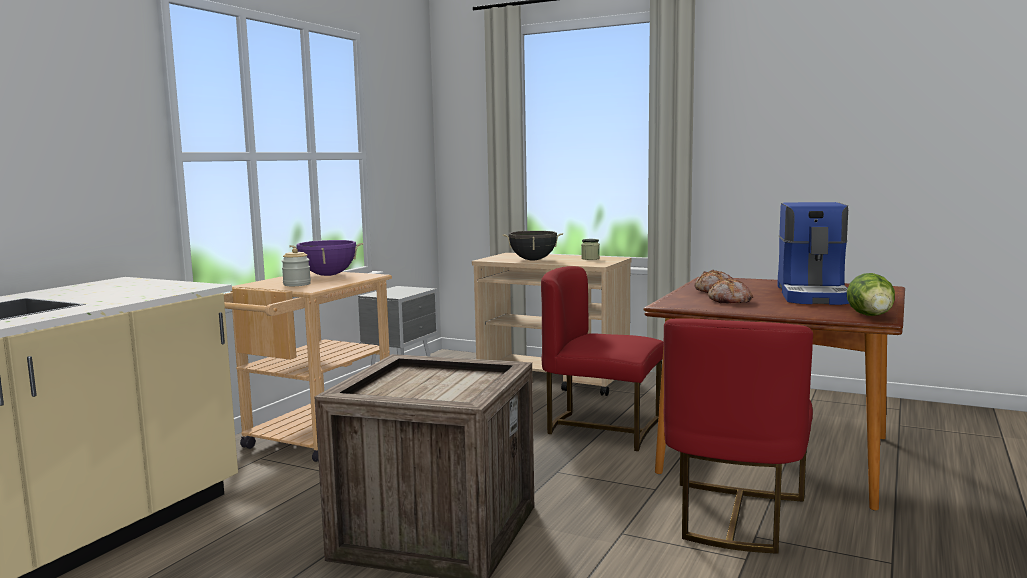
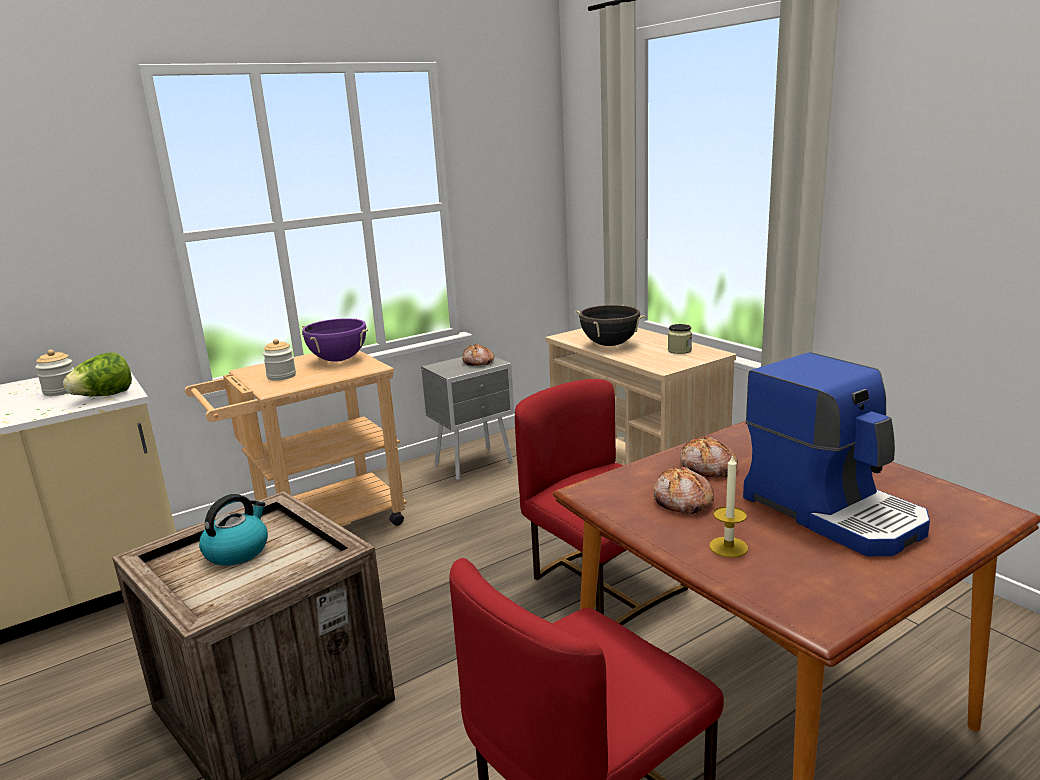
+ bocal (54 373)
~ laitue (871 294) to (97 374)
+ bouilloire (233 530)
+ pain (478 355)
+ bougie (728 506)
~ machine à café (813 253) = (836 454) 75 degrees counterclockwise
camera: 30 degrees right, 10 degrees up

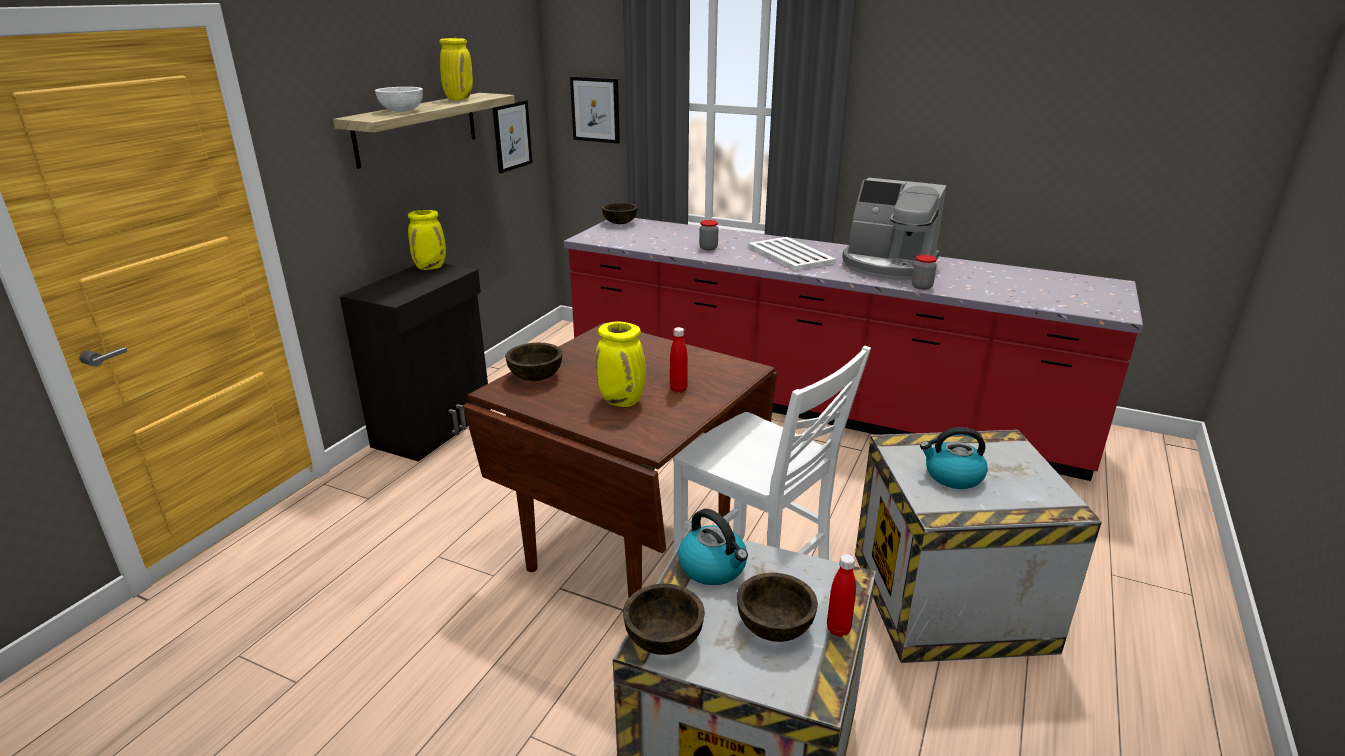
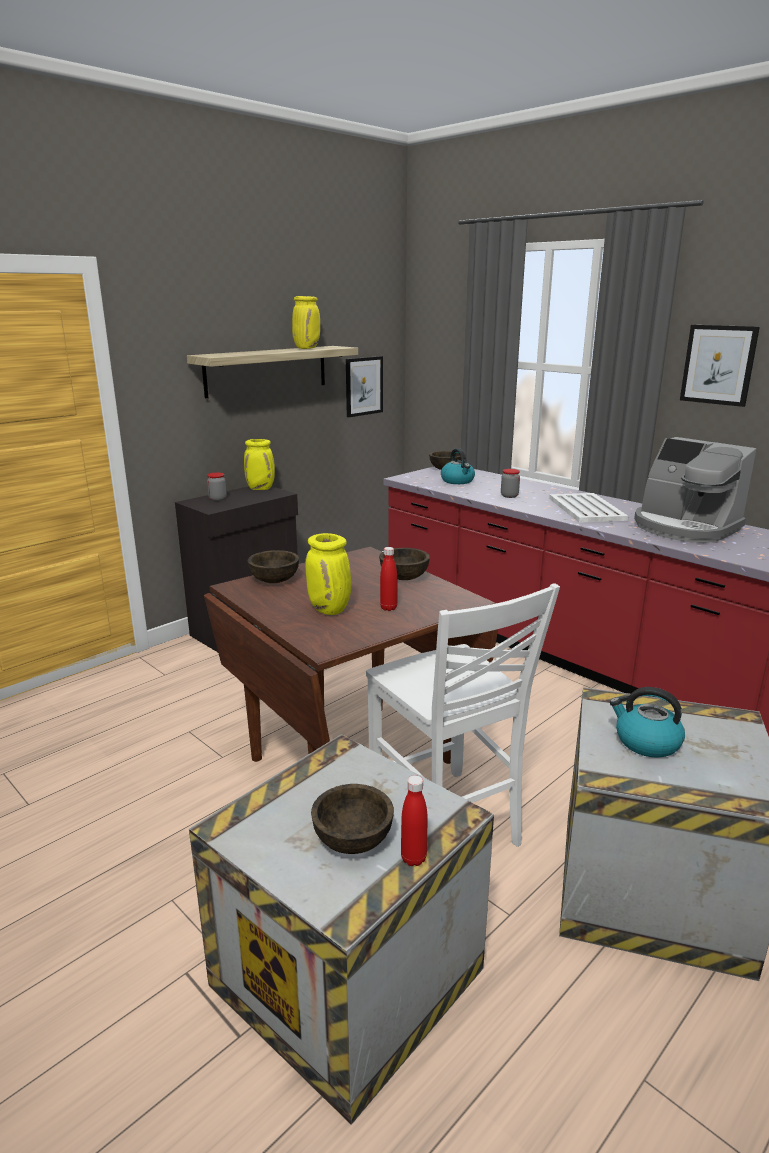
~ bocal (924 272) to (217 487)
~ bol/marron (664 619) to (404 564)
~ bouilloire (713 547) to (458 466)
~ tableau (595 110) to (720 366)
- bol/blanc (399 99)
camera: 20 degrees right, 5 degrees down

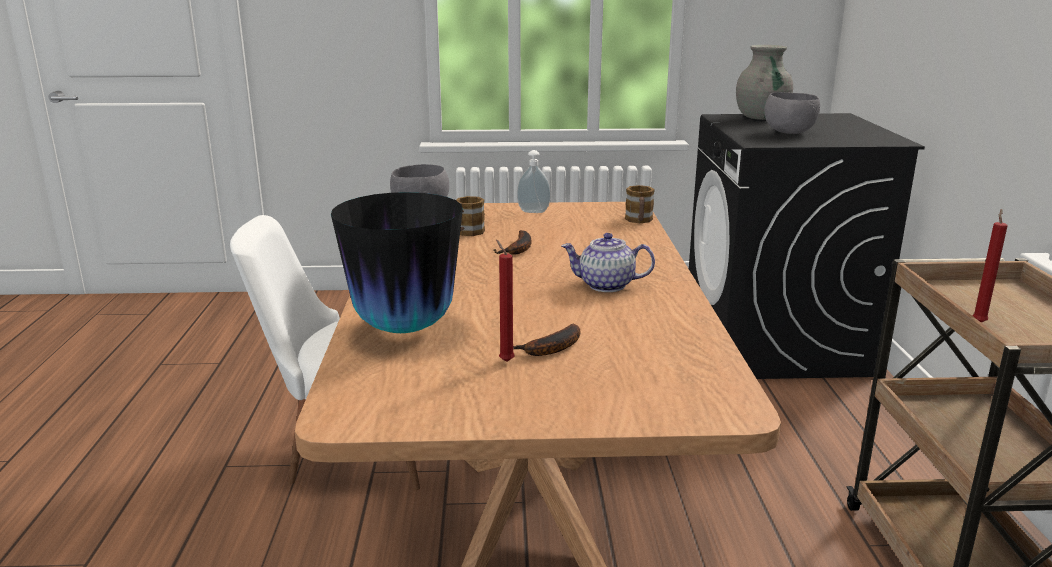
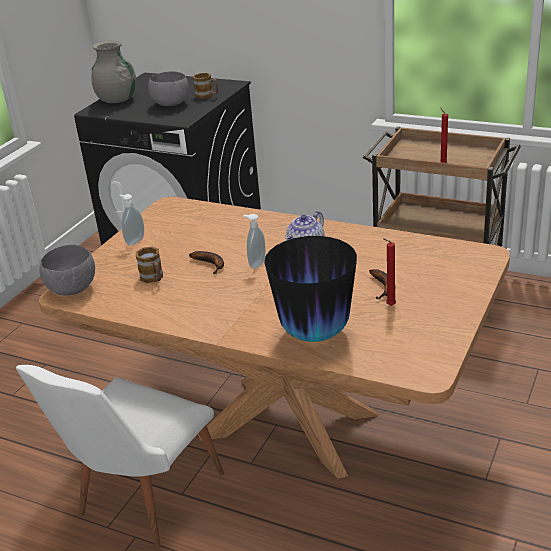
~ mug (640 204) to (205 86)
+ distributeur de savon (254 241)
camera: 60 degrees left, 10 degrees up

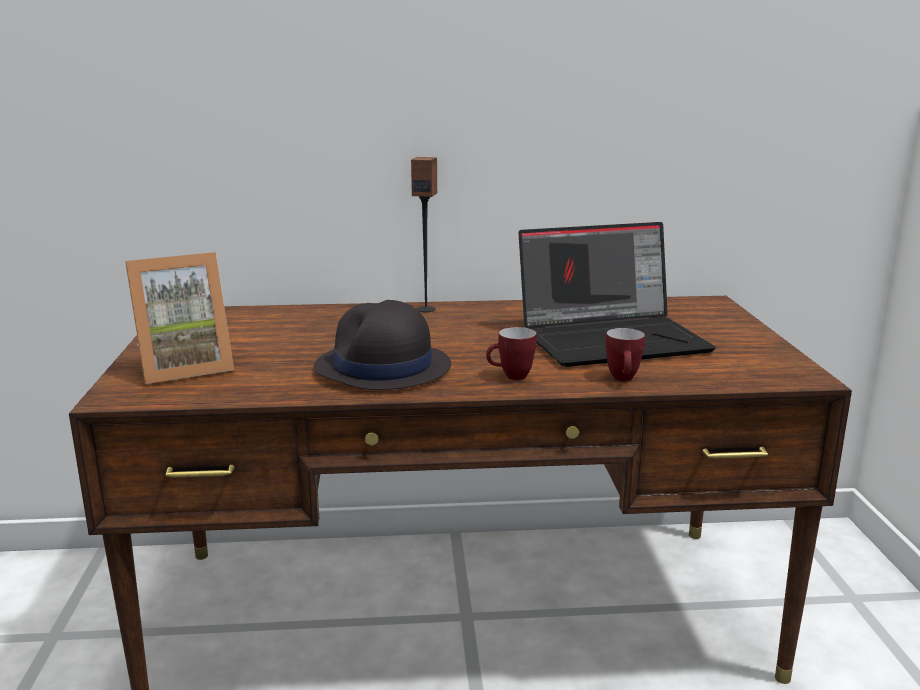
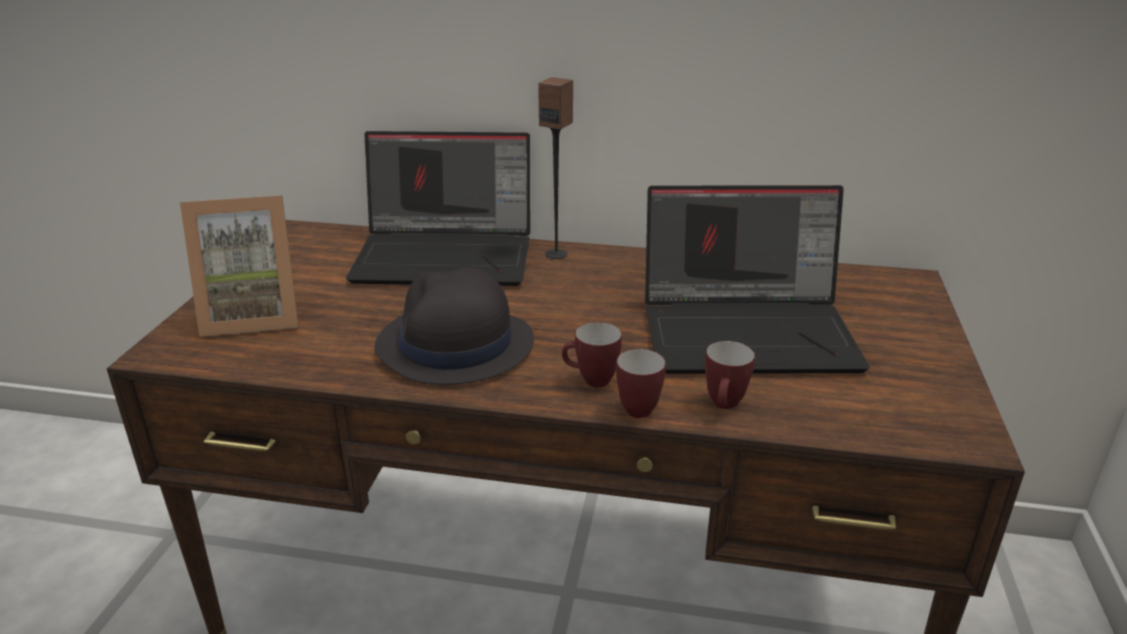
+ ordinateur portable (438 208)
+ mug (641 383)
camera: 15 degrees right, 10 degrees up

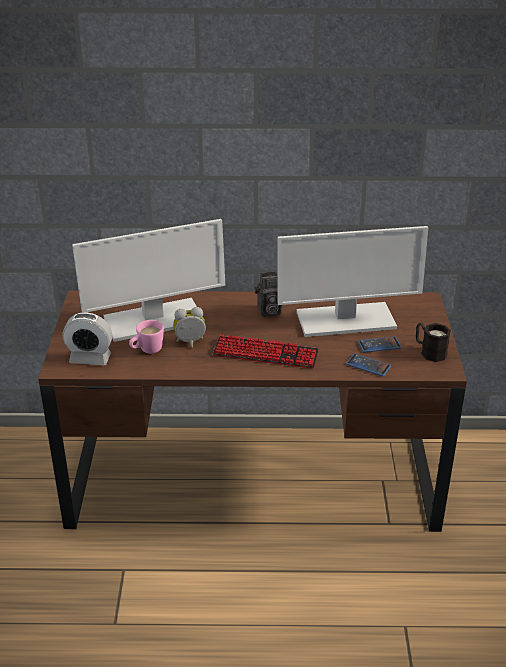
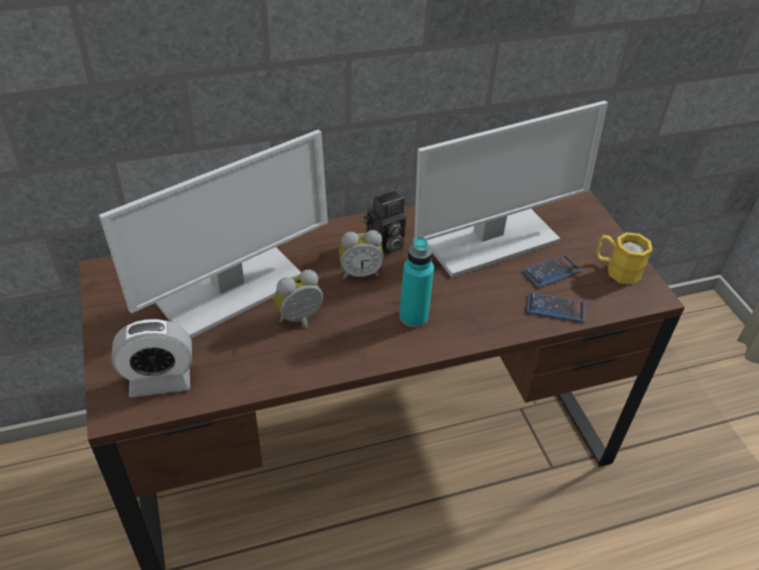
+ réveil (361 255)
~ clavier (266 351) to bouteille/turquoise (416 281)
~ mug/noir (433 342) to mug/jaune (624 258)
- mug/rose (146 337)
camera: 20 degrees left, 10 degrees up

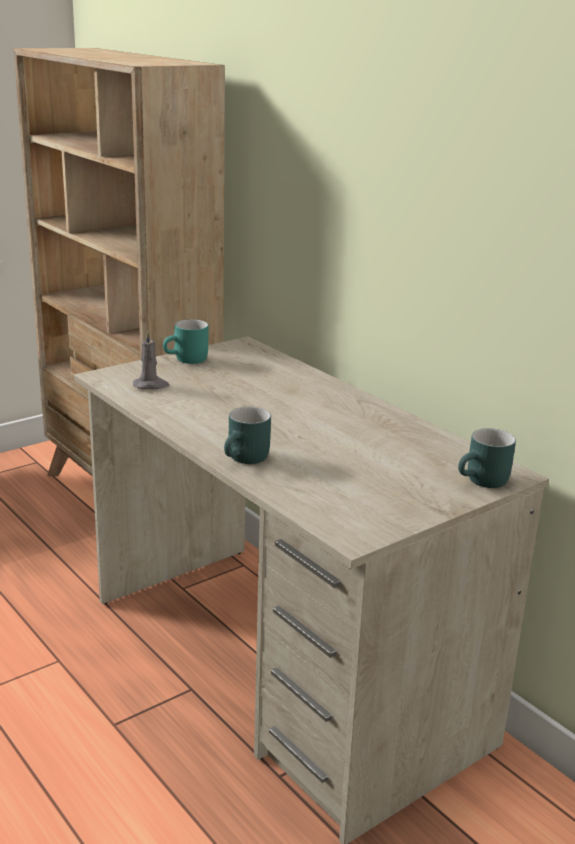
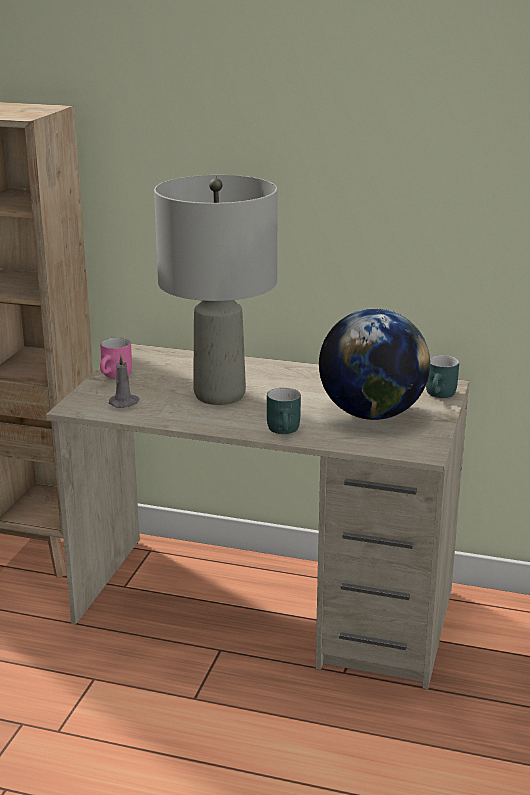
~ mug/turquoise (185 341) to mug/rose (116 357)
+ lampe de table/gris (216 290)
+ globe (374 364)
camera: 35 degrees left, 0 degrees up

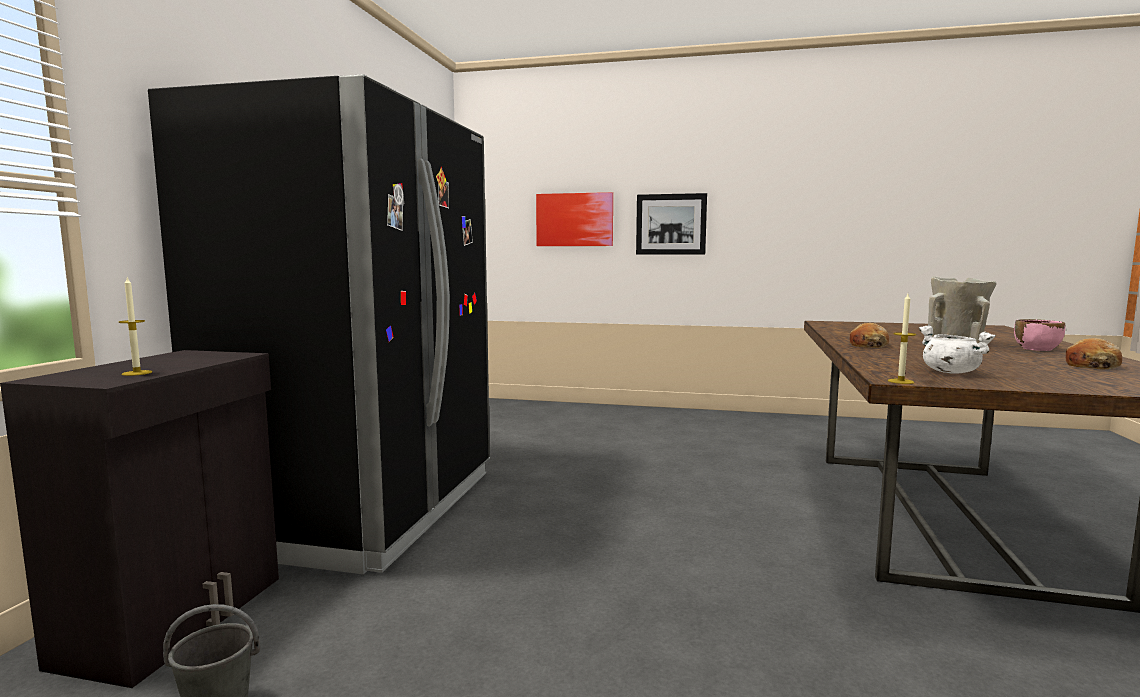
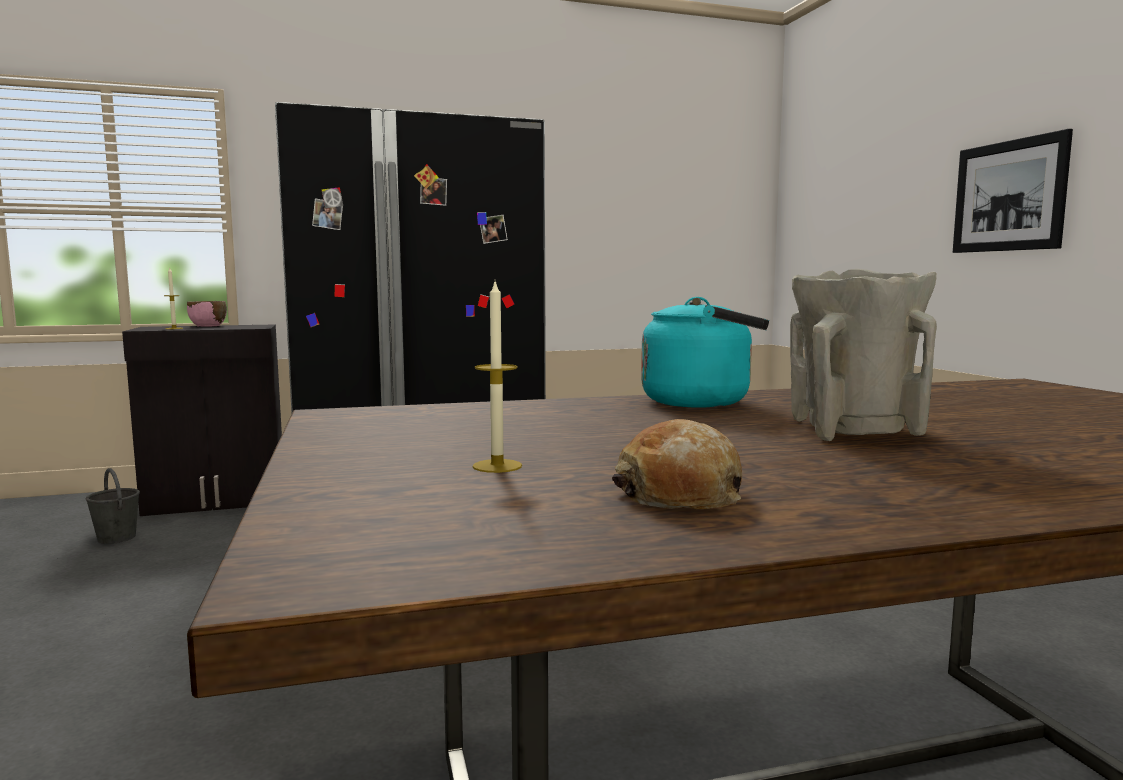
~ bol/rose (1039 335) to (207 314)
~ bougie (902 339) to (497 377)
~ pain (869 335) to bouilloire/turquoise (705 352)
- tableau (574 219)
- marmite/blanc (957 350)
camera: 60 degrees right, 0 degrees up

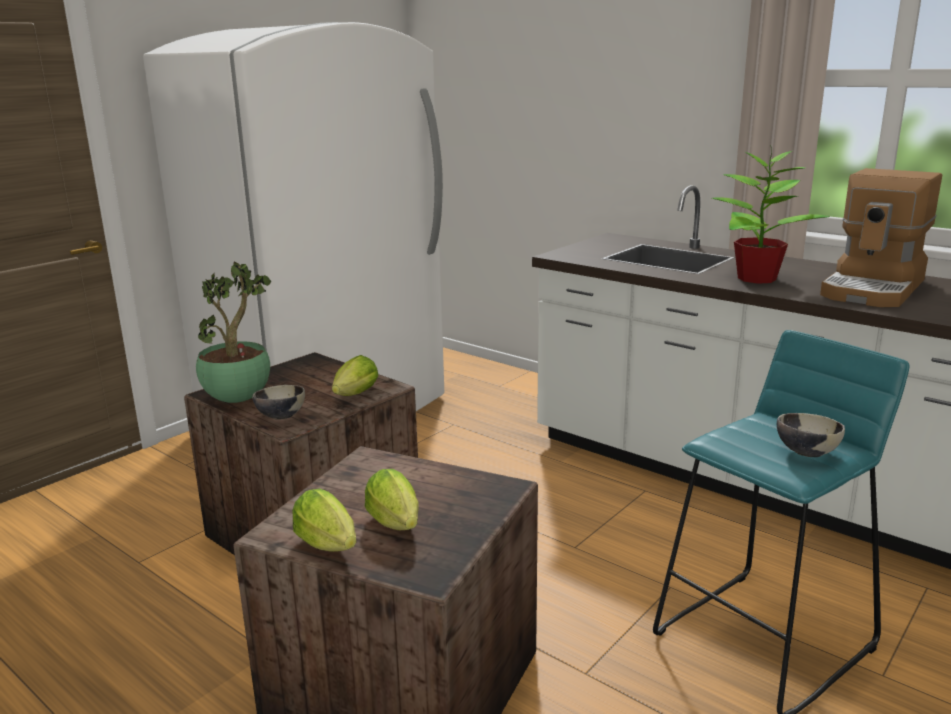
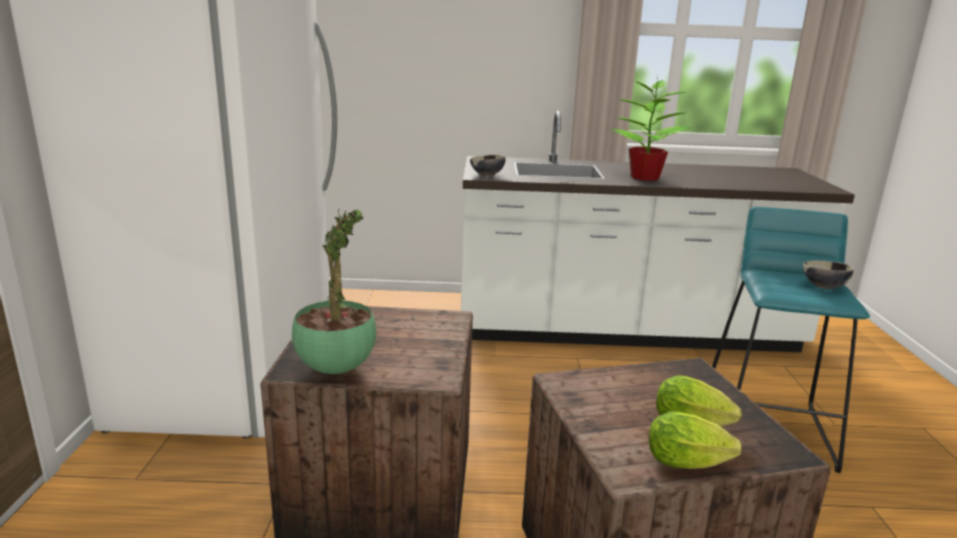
~ bol (278 402) to (488 165)
- laitue (355 375)
- machine à café (881 237)
camera: 40 degrees left, 0 degrees up

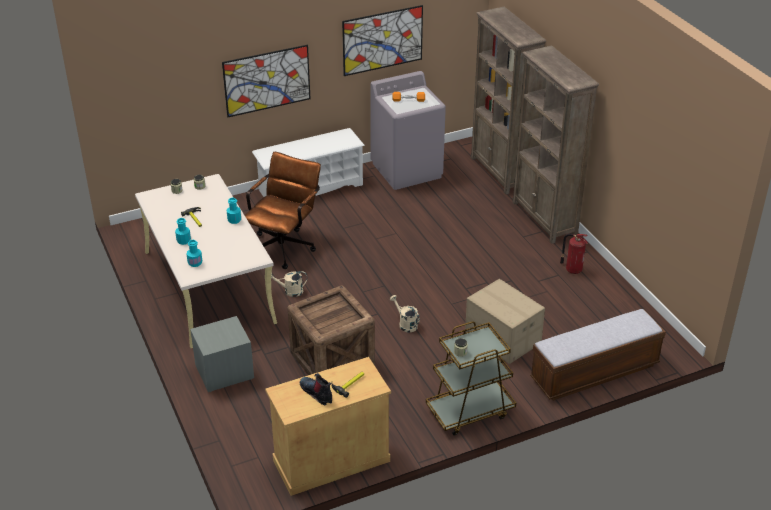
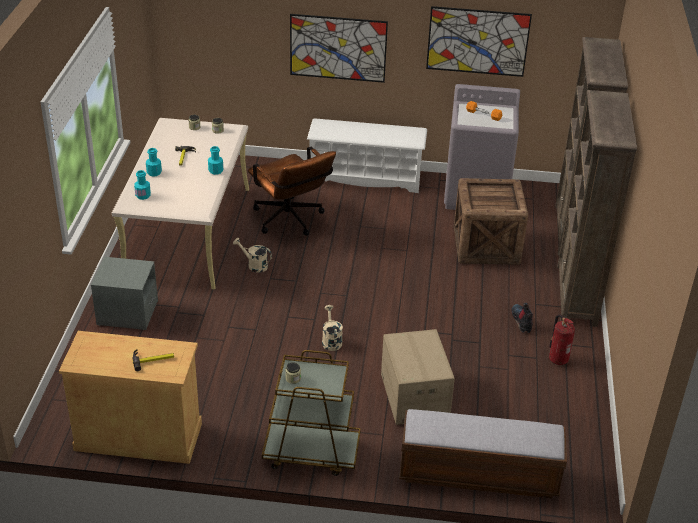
~ chaise de bureau/marron (283 210) = (292 191) 90 degrees clockwise
~ caisse (331 330) to (491 221)
~ botte (316 389) to (522 318)
camera: 30 degrees right, 0 degrees up

